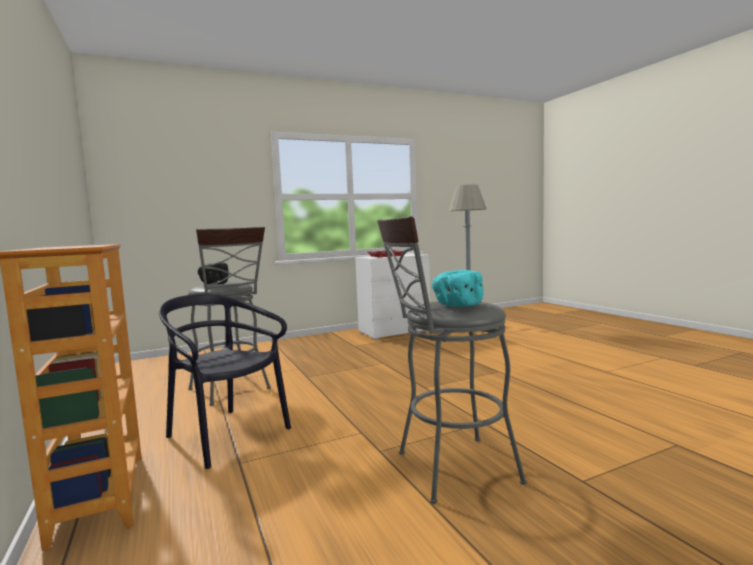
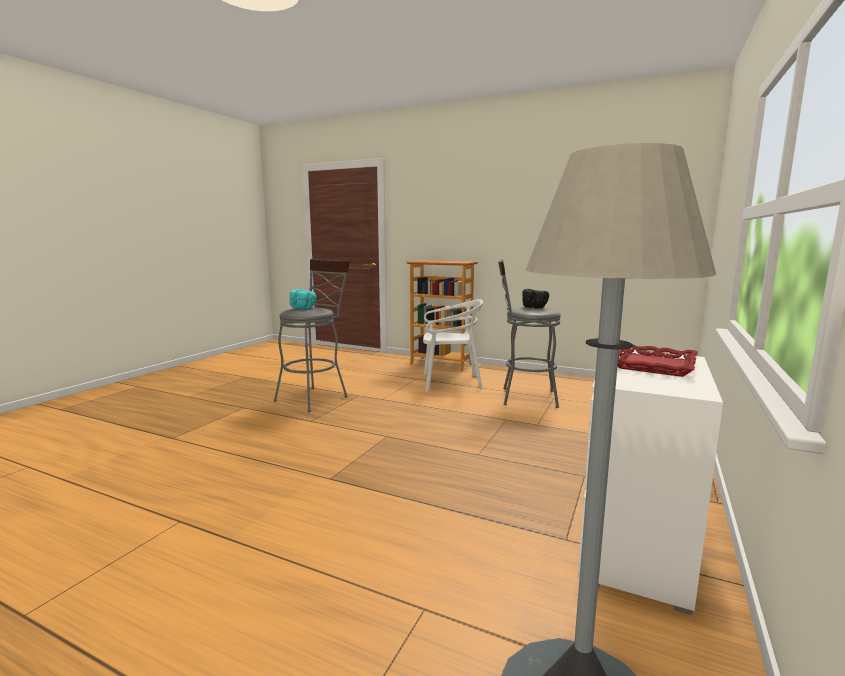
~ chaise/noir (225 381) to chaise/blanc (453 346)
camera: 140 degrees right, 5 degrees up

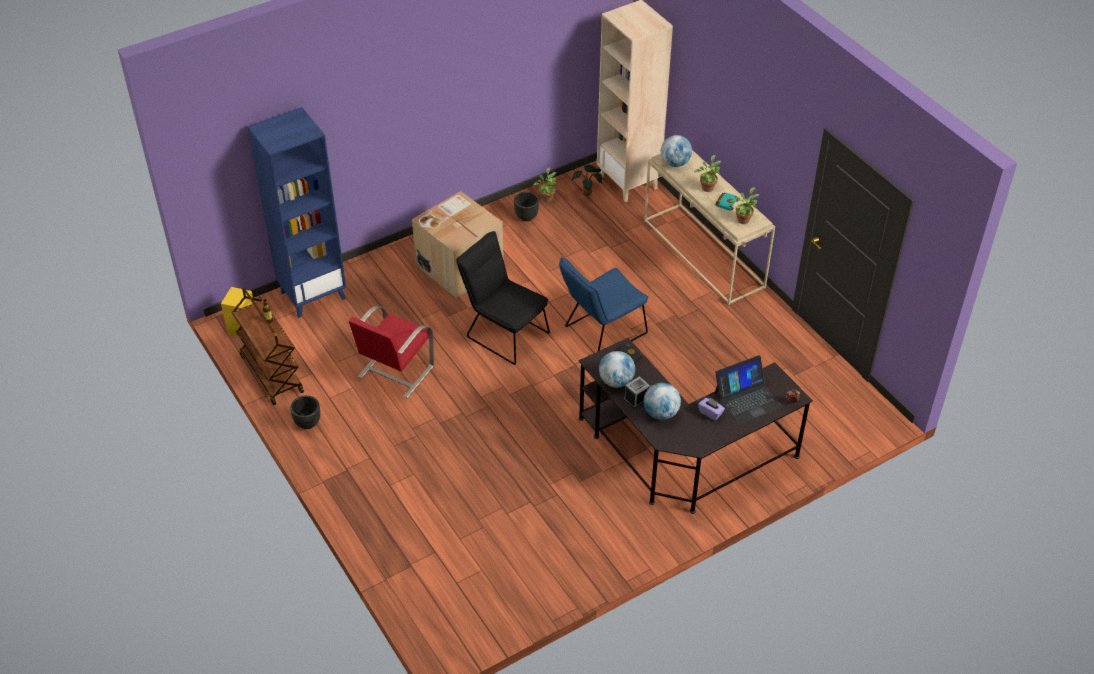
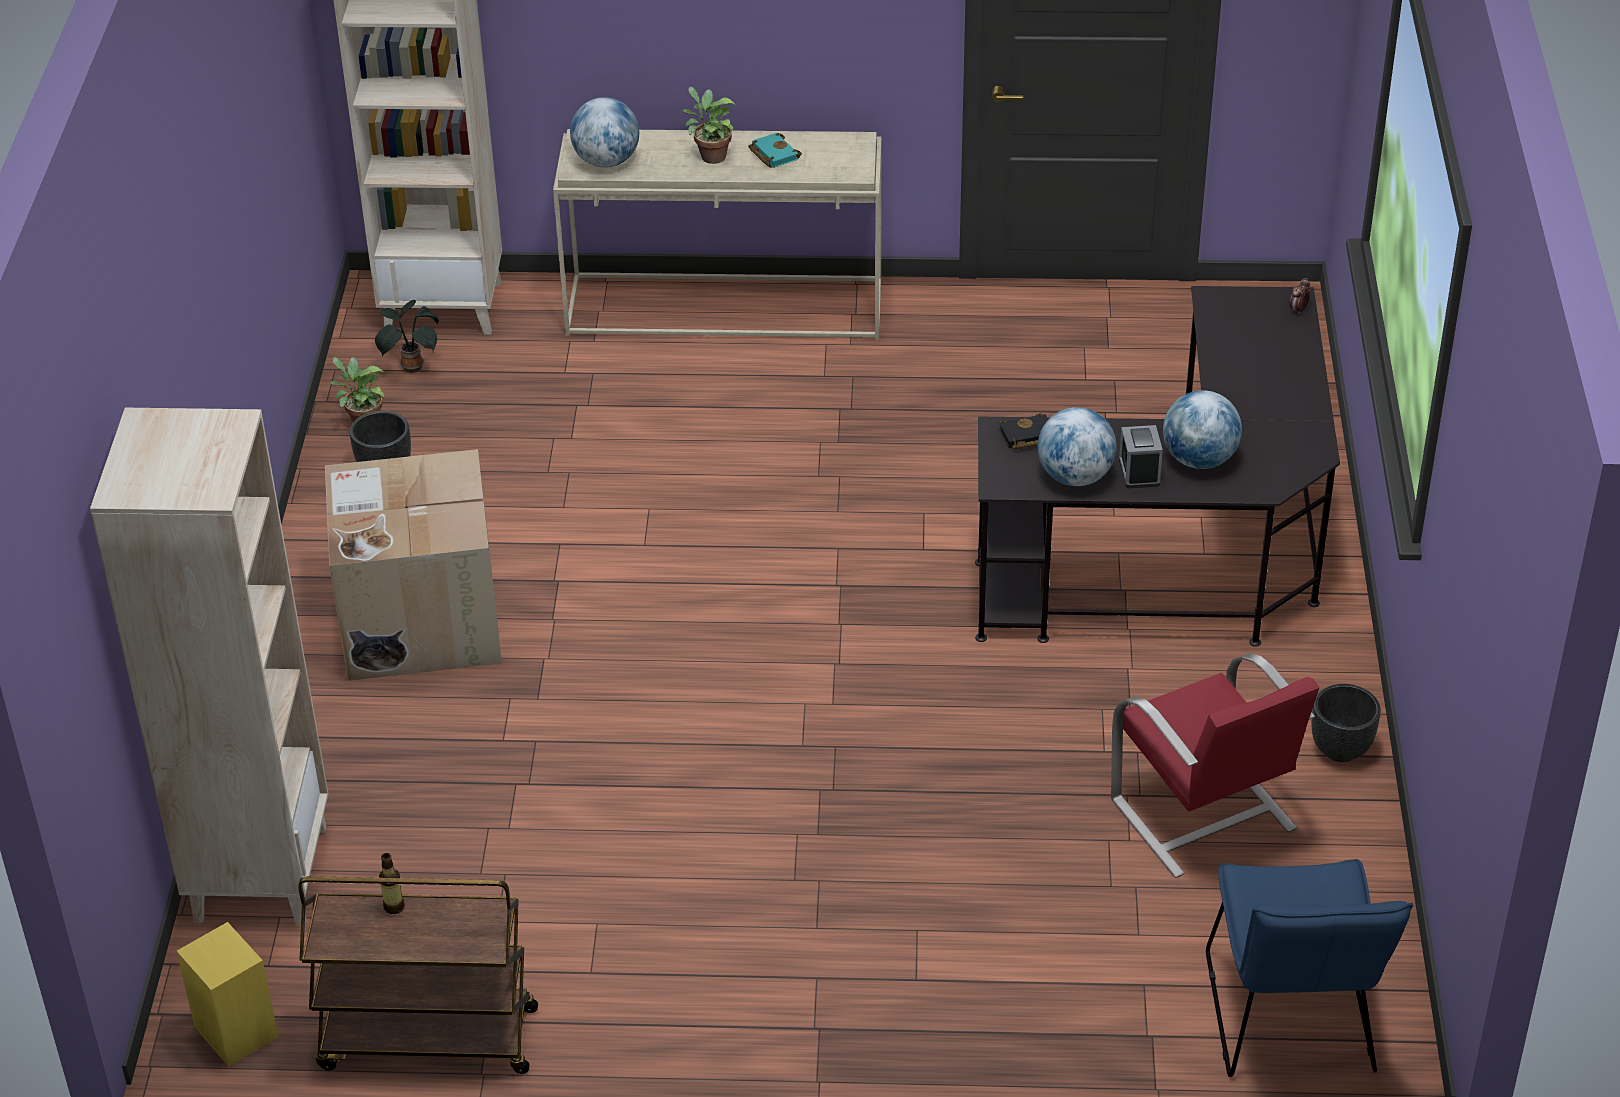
~ bibliothèque/bleu (296 212) to bibliothèque/beige (209 666)
~ chaise/rouge (391 352) to (1215 765)
~ chaise/bleu (603 304) to (1309 968)
~ cache-pot/noir (305 412) to (1346 723)
- chaise/noir (503 298)
- boîte à mouchoirs/violet (711 409)
- ordinateur portable (748 389)
- plante en pot (745 205)
camera: 55 degrees left, 5 degrees down

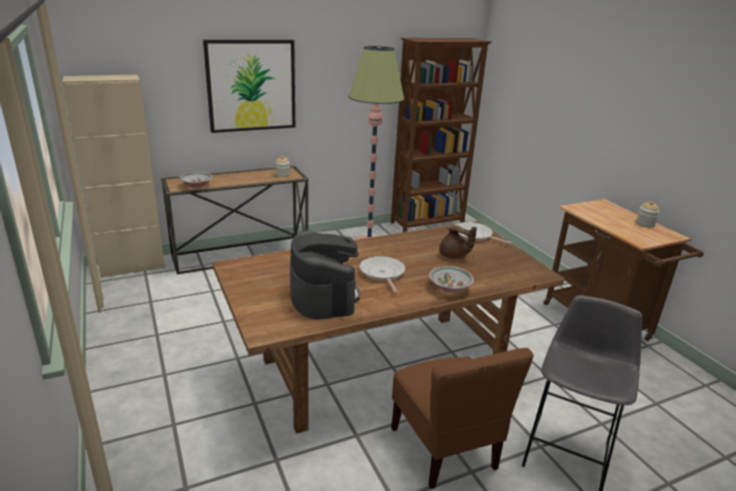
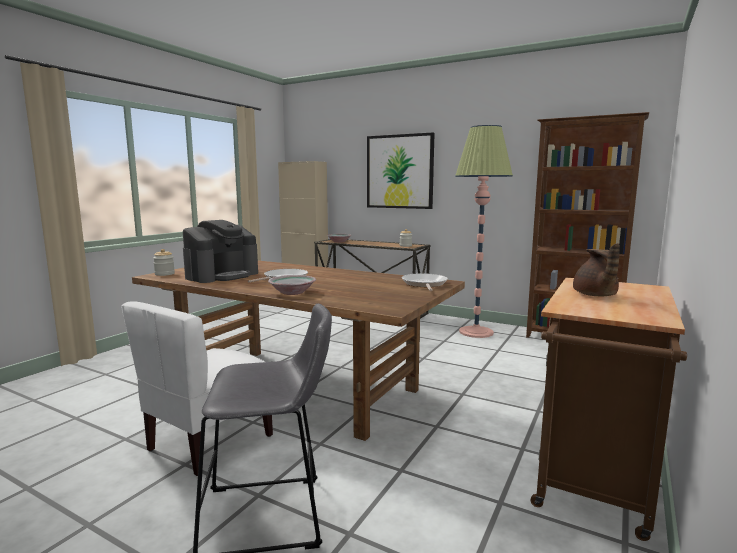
~ chaise/marron (462 418) to chaise/blanc (197 388)
~ bocal (648 214) to (164 262)
~ théière/marron (458 242) to (596 269)
camera: 55 degrees right, 15 degrees down

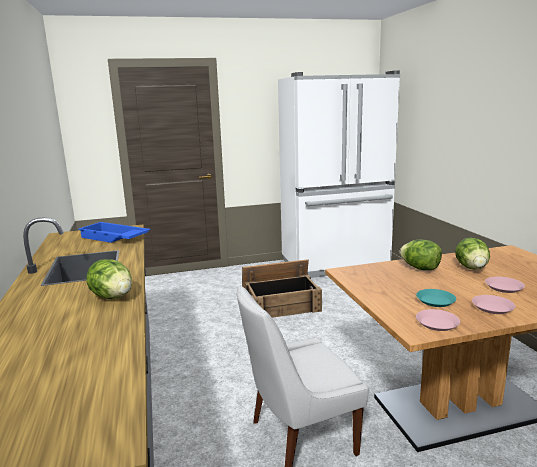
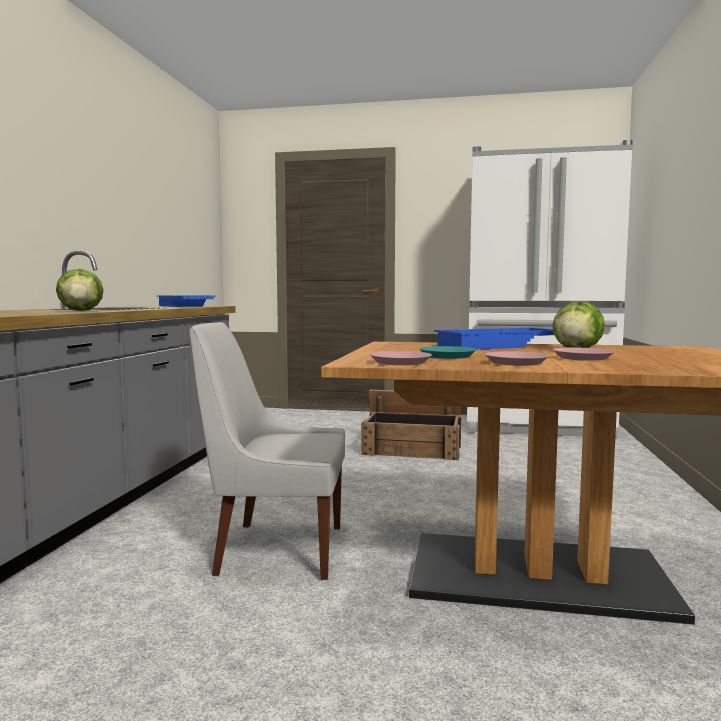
~ laitue (420 255) to plateau/bleu (494 339)
camera: 25 degrees right, 10 degrees down

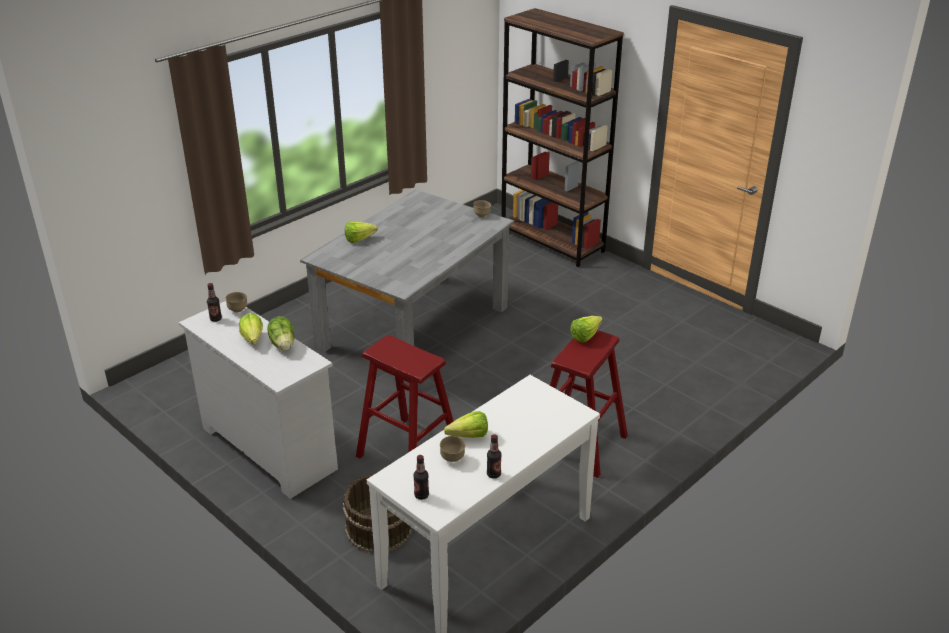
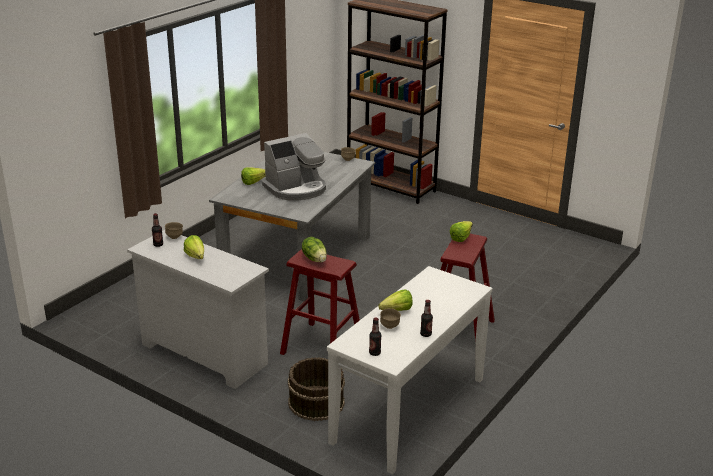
+ machine à café (294 166)
~ laitue (280 333) to (314 249)
camera: 10 degrees left, 5 degrees down

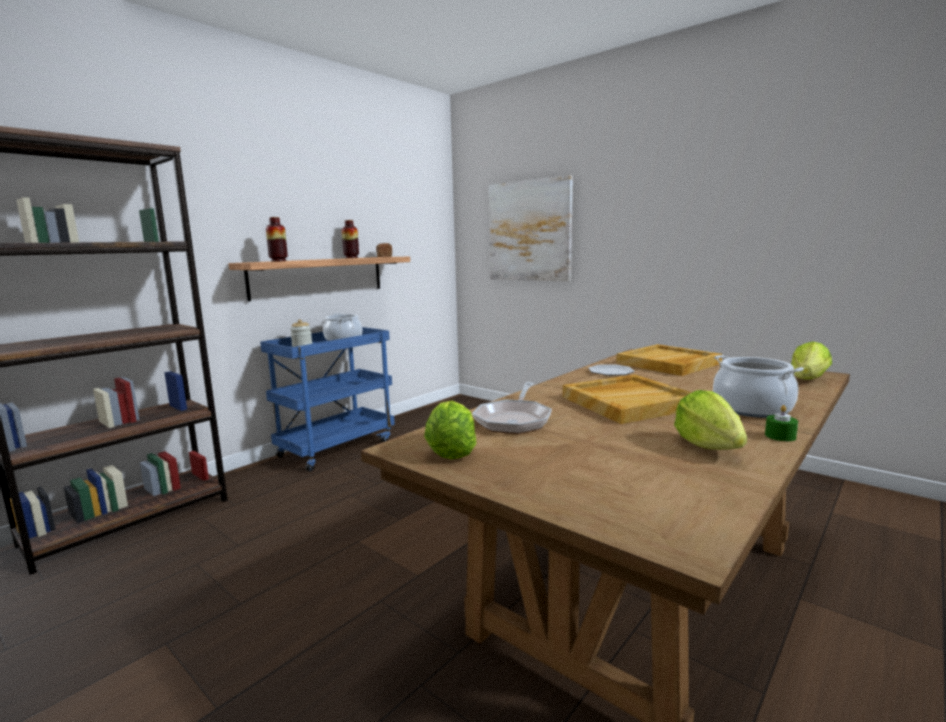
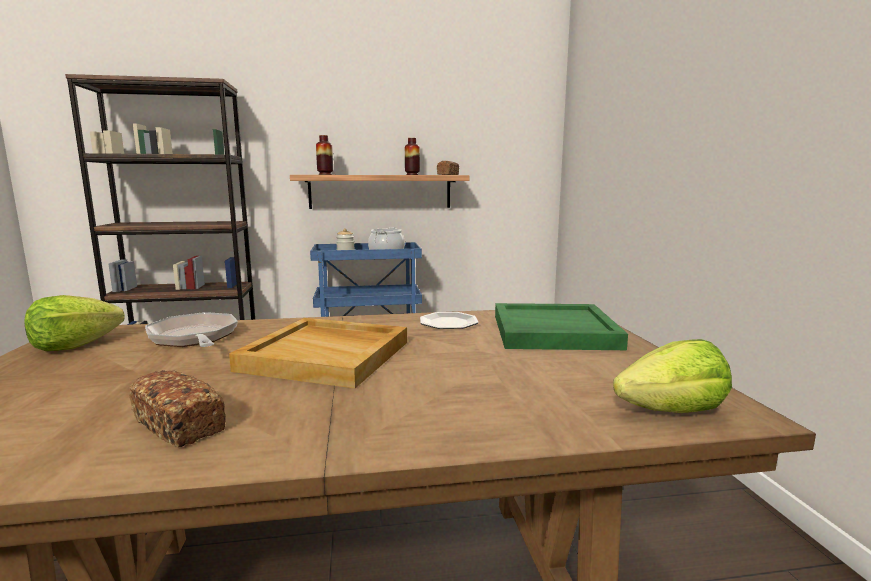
~ laitue (710 420) to pain (177 408)
~ poêle (512 408) = (191 329) 90 degrees clockwise
~ plateau/beige (669 360) to plateau/vert (561 326)
- tableau (531 228)
- marmite (758 386)
- bougie/vert (781 423)
camera: 40 degrees right, 0 degrees up

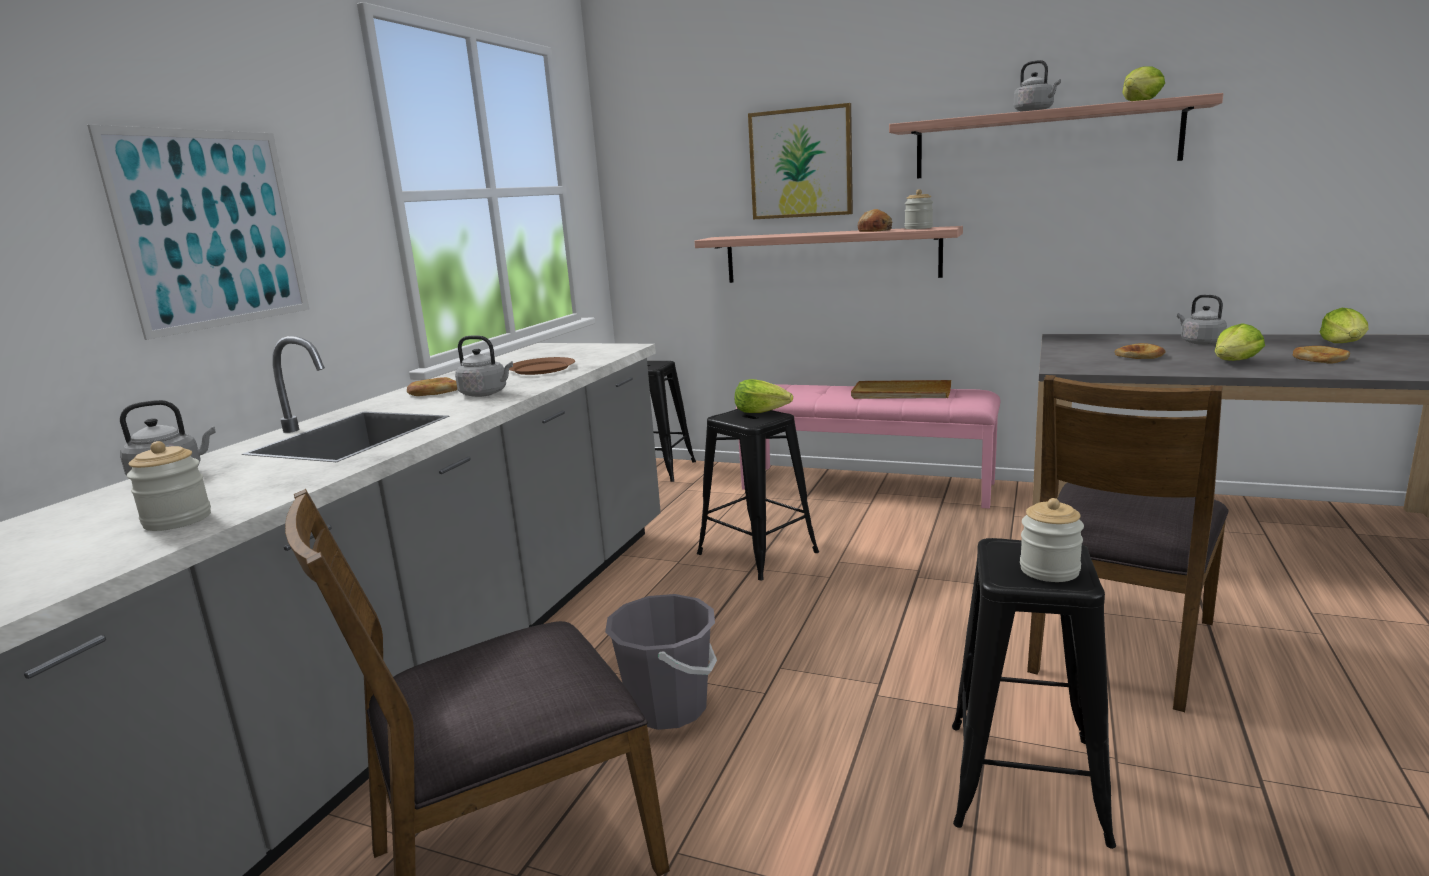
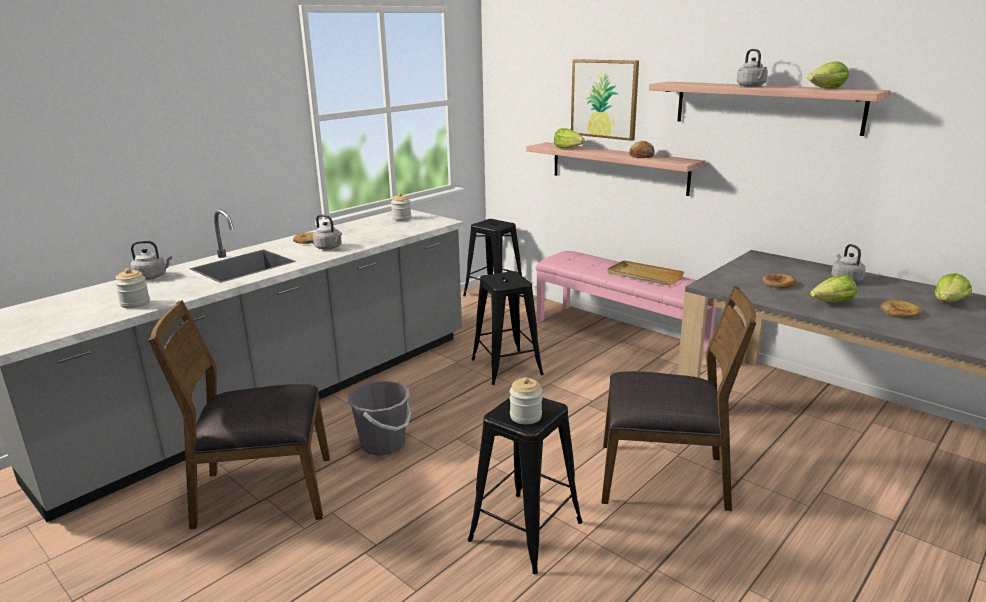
~ bocal (919 209) to (401 207)
~ laitue (764 396) to (569 138)
~ chaise/marron (1128 543) = (679 398) 135 degrees counterclockwise
- tableau (198 232)
- assiette/marron (542 366)
camera: 20 degrees right, 5 degrees up

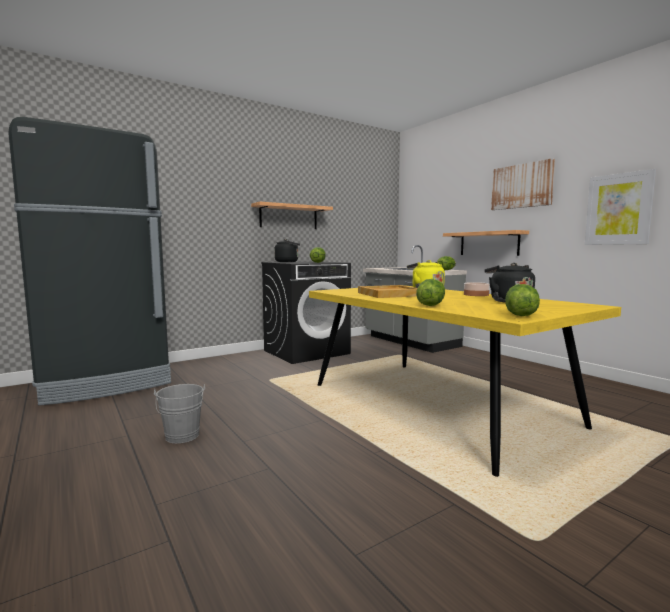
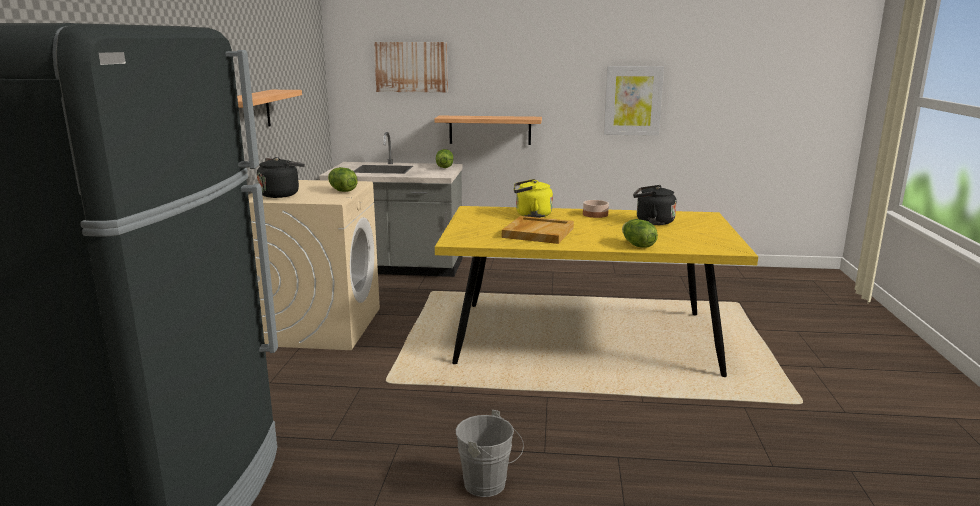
~ lave-linge/noir (306 312) to lave-linge/beige (314 265)
~ tableau (523 184) to (411 67)
- laitue (522 300)
camera: 50 degrees left, 10 degrees up

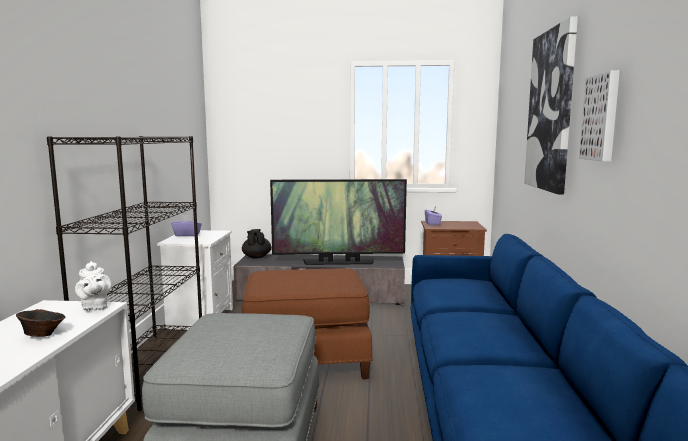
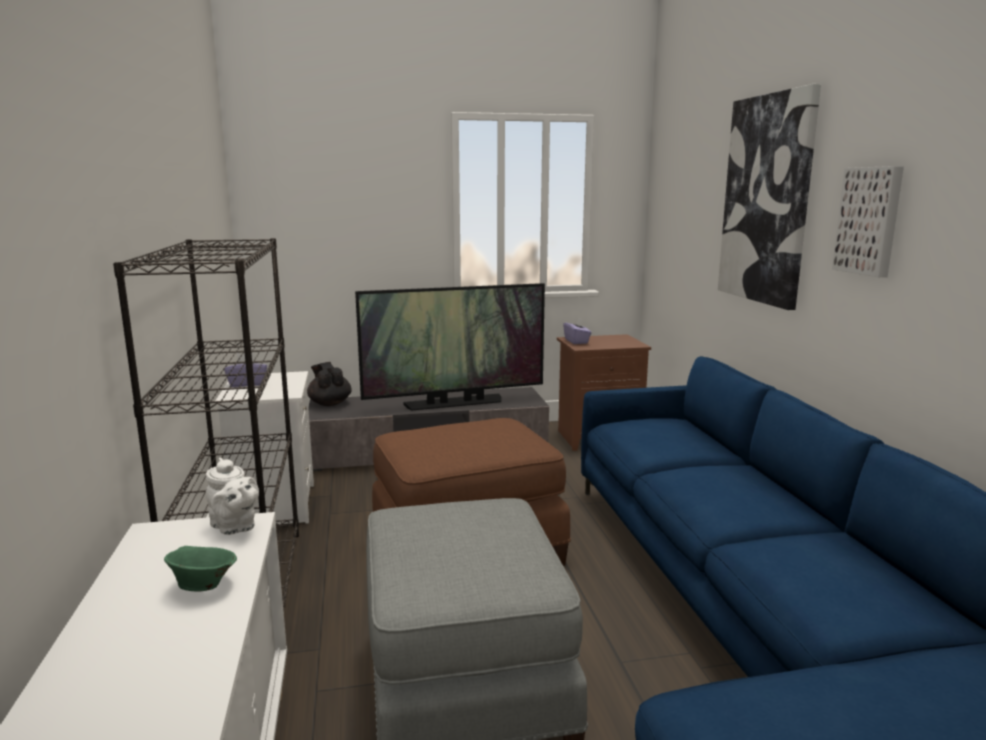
~ bol/marron (40 323) to bol/vert (200 568)
camera: 15 degrees left, 5 degrees up

